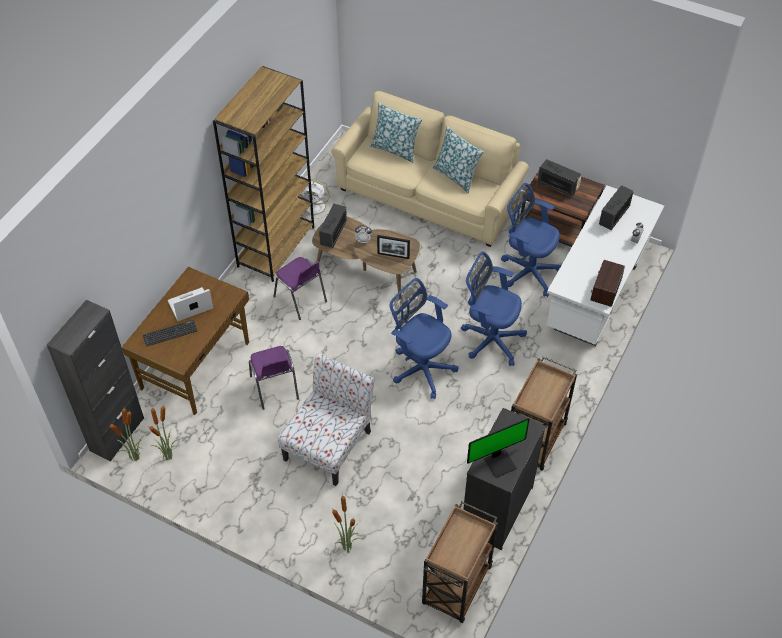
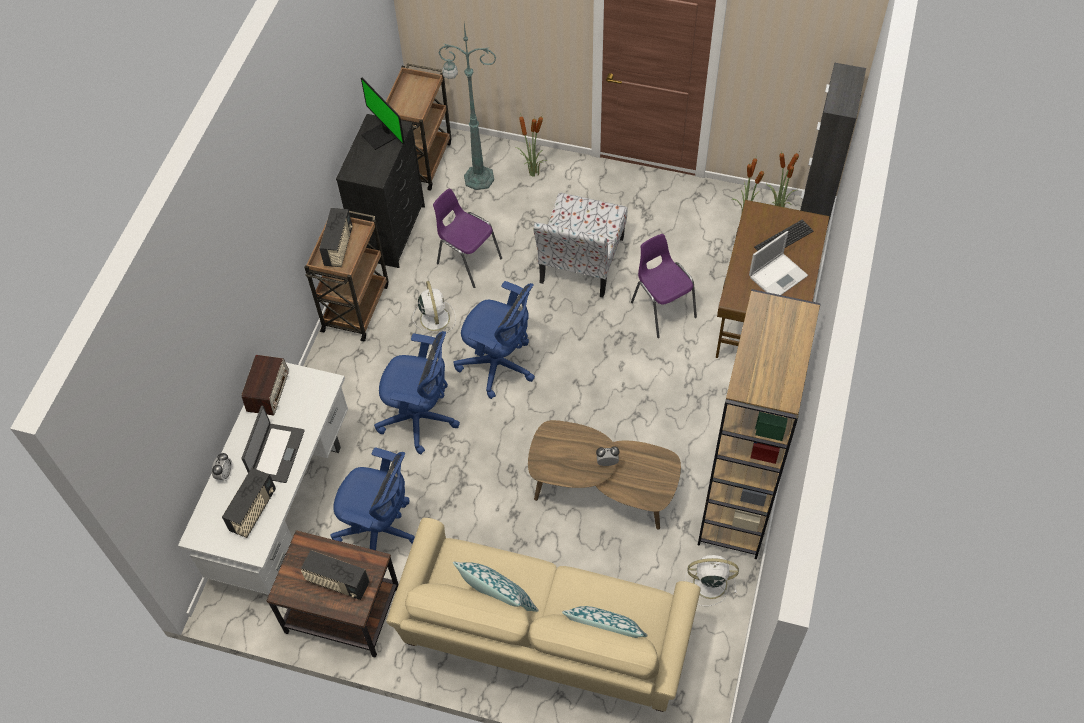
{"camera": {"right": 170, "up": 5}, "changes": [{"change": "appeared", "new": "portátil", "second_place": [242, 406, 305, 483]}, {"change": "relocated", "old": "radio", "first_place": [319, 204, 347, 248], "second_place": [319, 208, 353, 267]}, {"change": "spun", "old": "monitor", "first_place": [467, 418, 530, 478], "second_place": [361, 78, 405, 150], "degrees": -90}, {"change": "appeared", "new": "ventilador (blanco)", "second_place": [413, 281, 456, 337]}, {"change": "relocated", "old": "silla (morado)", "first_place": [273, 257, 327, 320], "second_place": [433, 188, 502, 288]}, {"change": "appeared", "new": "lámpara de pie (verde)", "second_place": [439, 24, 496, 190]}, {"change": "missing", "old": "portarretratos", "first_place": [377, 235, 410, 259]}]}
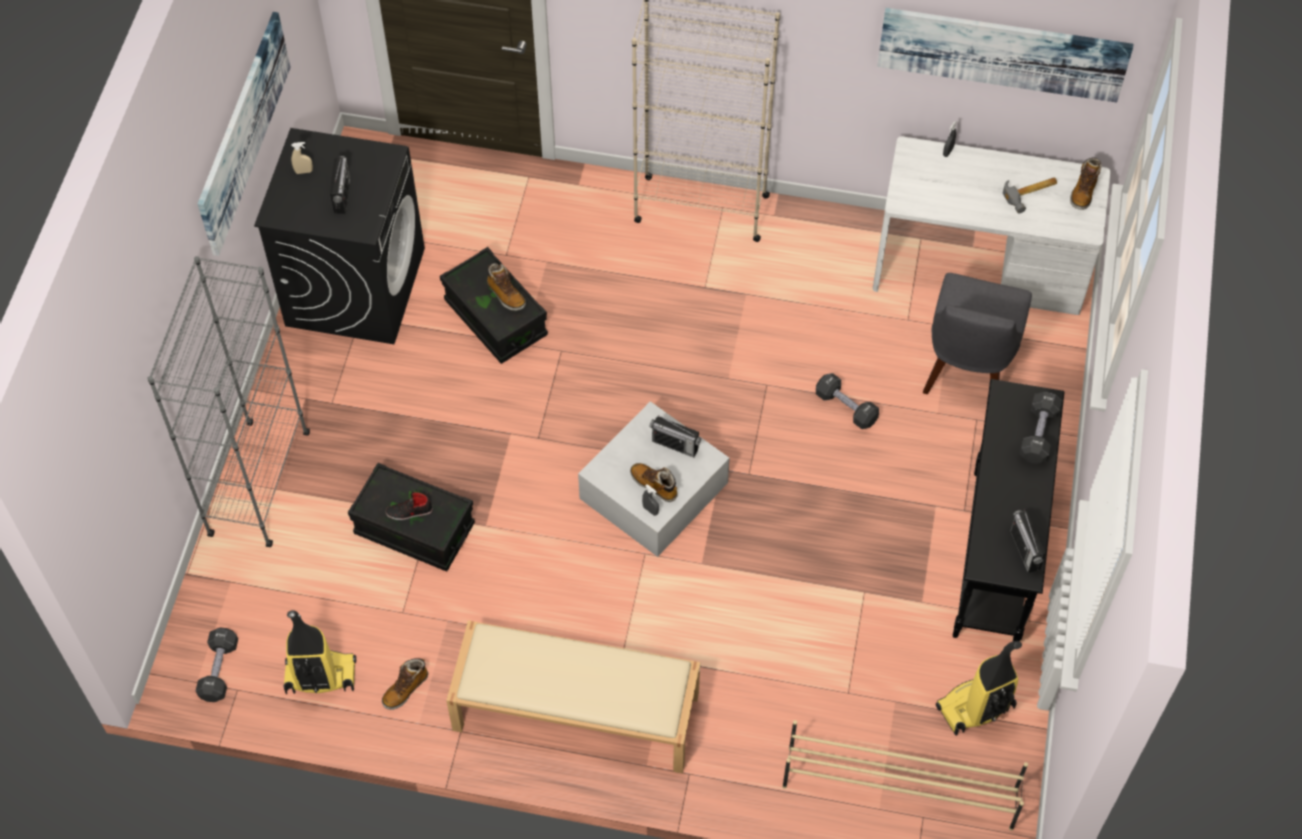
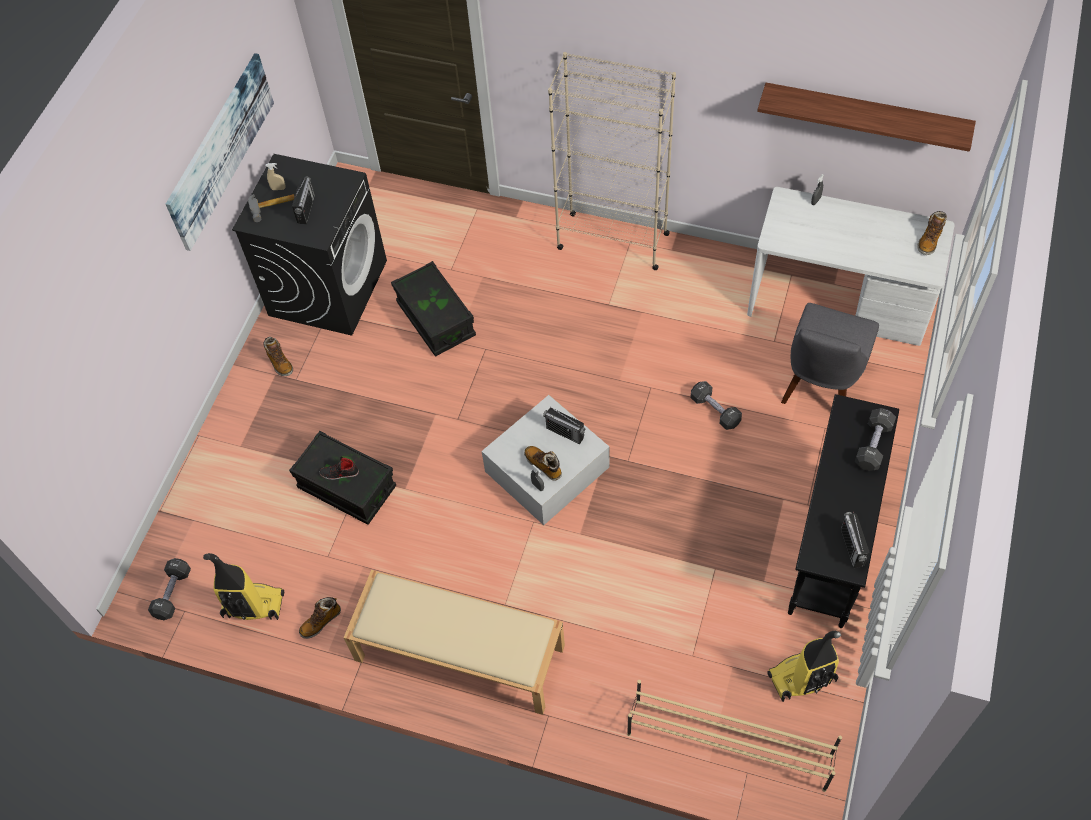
{"camera": {"right": 10, "up": 0}, "changes": [{"change": "relocated", "old": "martillo", "first_place": [1003, 177, 1057, 214], "second_place": [248, 194, 295, 222]}, {"change": "relocated", "old": "bota", "first_place": [487, 263, 526, 311], "second_place": [263, 337, 293, 376]}, {"change": "exchanged", "old": "cuadro", "new": "estante", "first_place": [877, 8, 1133, 103], "second_place": [757, 83, 976, 152]}, {"change": "missing", "old": "estantería (gris)", "first_place": [147, 256, 310, 547]}]}
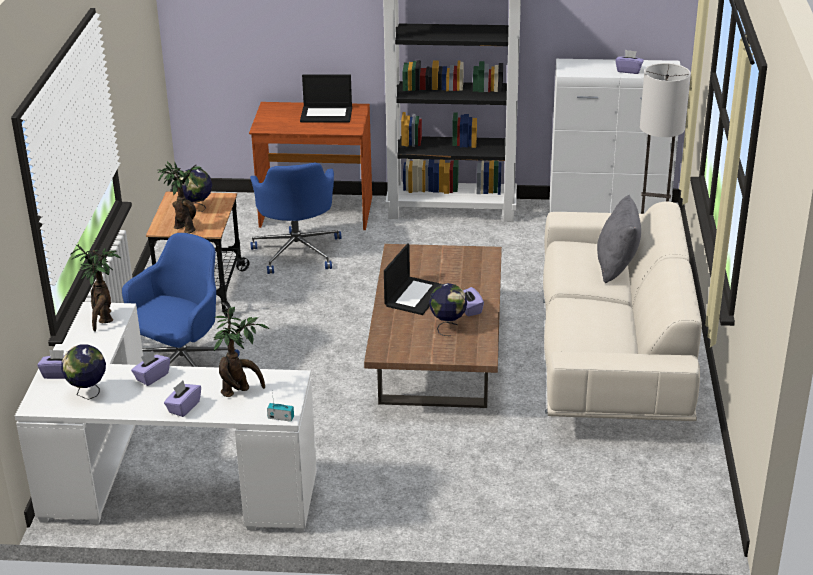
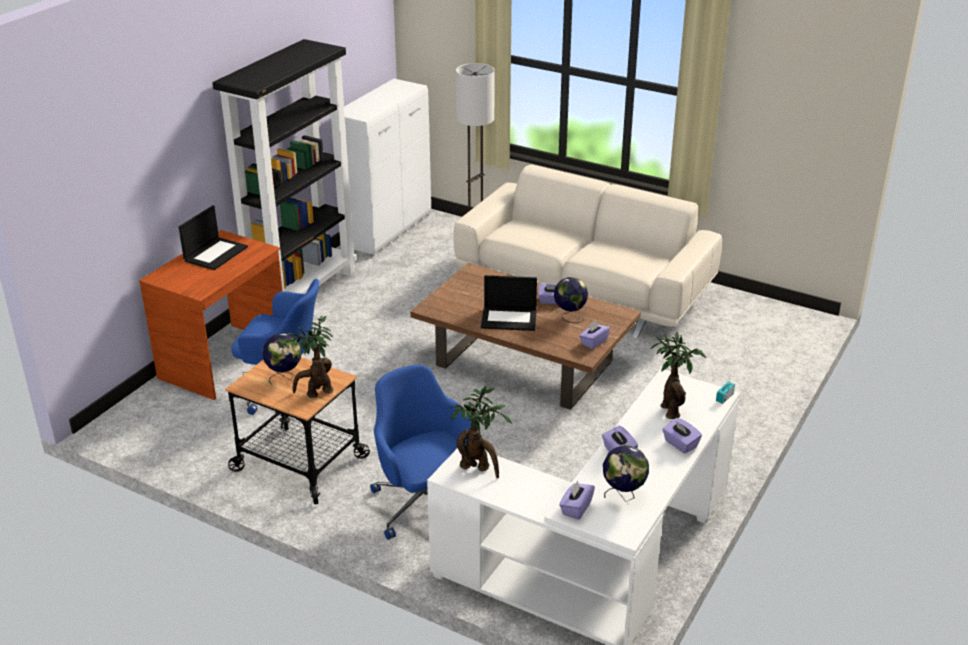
{"camera": {"right": -65, "up": 0}, "changes": [{"change": "spun", "old": "portátil", "first_place": [384, 243, 441, 315], "second_place": [481, 275, 537, 331], "degrees": 135}, {"change": "relocated", "old": "caja de pañuelos (morado)", "first_place": [615, 50, 644, 74], "second_place": [579, 321, 610, 349]}, {"change": "missing", "old": "cojín (gris)", "first_place": [597, 195, 641, 284]}]}
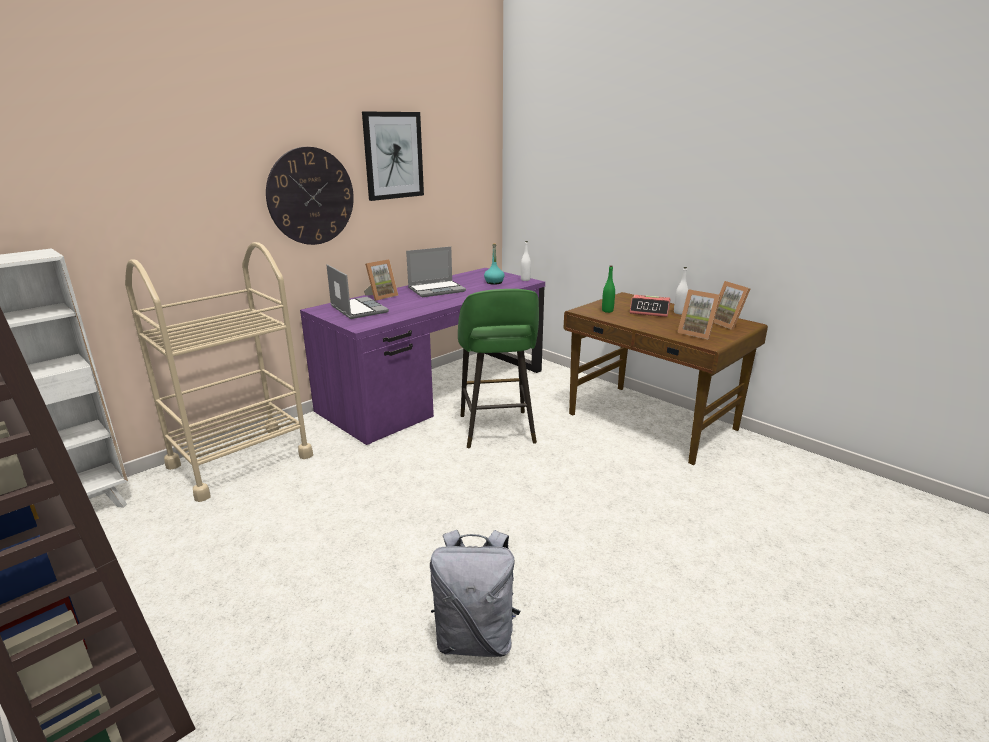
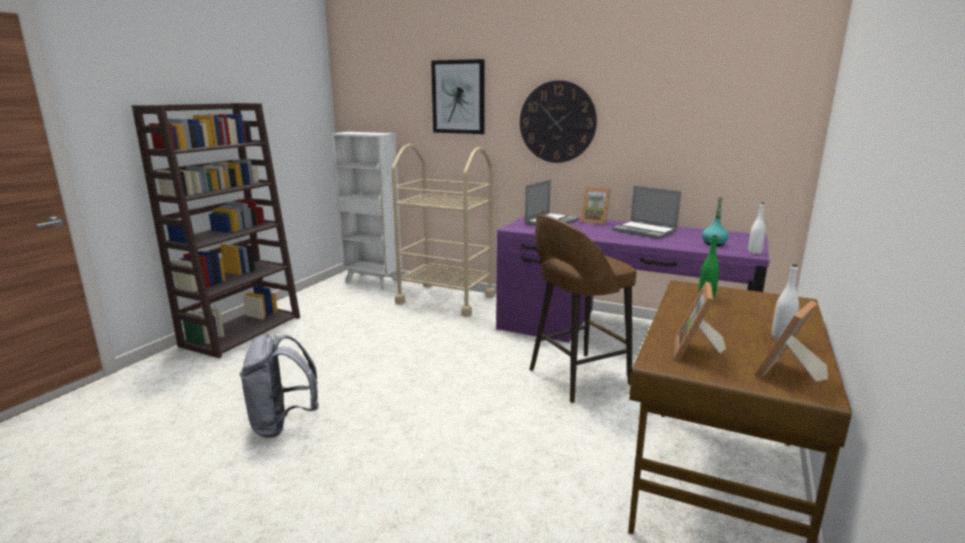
{"camera": {"right": 70, "up": -5}, "changes": [{"change": "relocated", "old": "cuadro", "first_place": [362, 112, 424, 201], "second_place": [431, 59, 485, 134]}, {"change": "colour", "old": "taburete (verde)", "new": "taburete (marrón)", "first_place": [458, 289, 539, 448], "second_place": [529, 215, 636, 403]}, {"change": "missing", "old": "despertador", "first_place": [630, 295, 671, 317]}]}
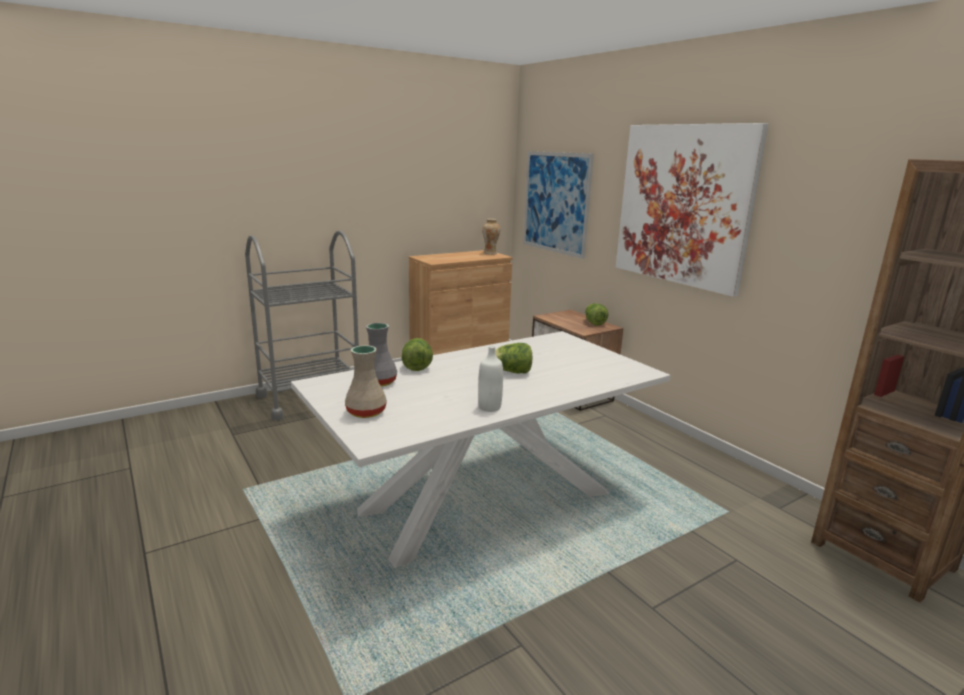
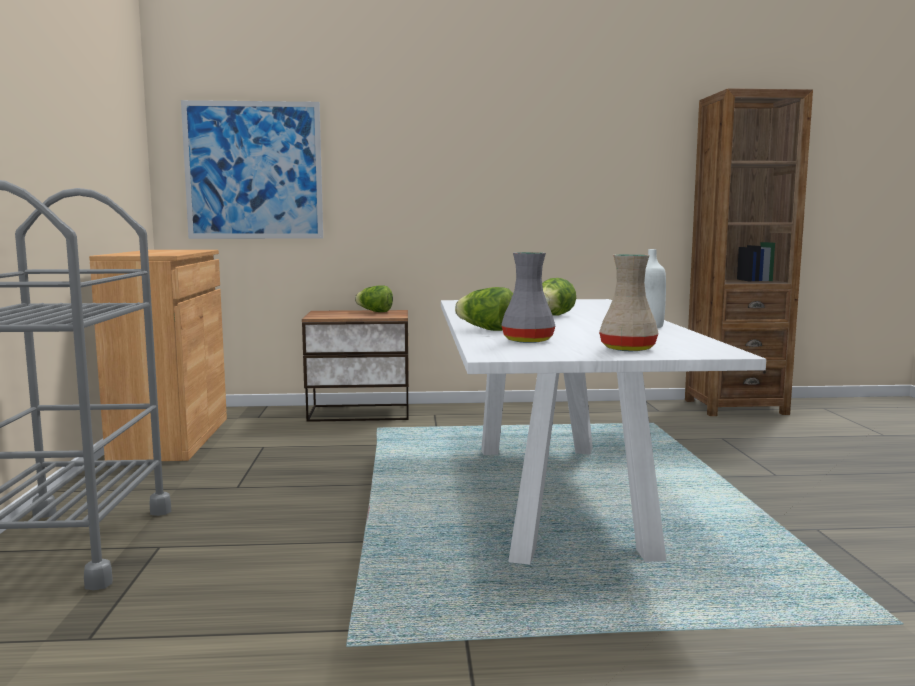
{"camera": {"right": -60, "up": -10}, "changes": [{"change": "missing", "old": "florero", "first_place": [482, 219, 500, 255]}, {"change": "missing", "old": "cuadro", "first_place": [616, 123, 768, 297]}]}
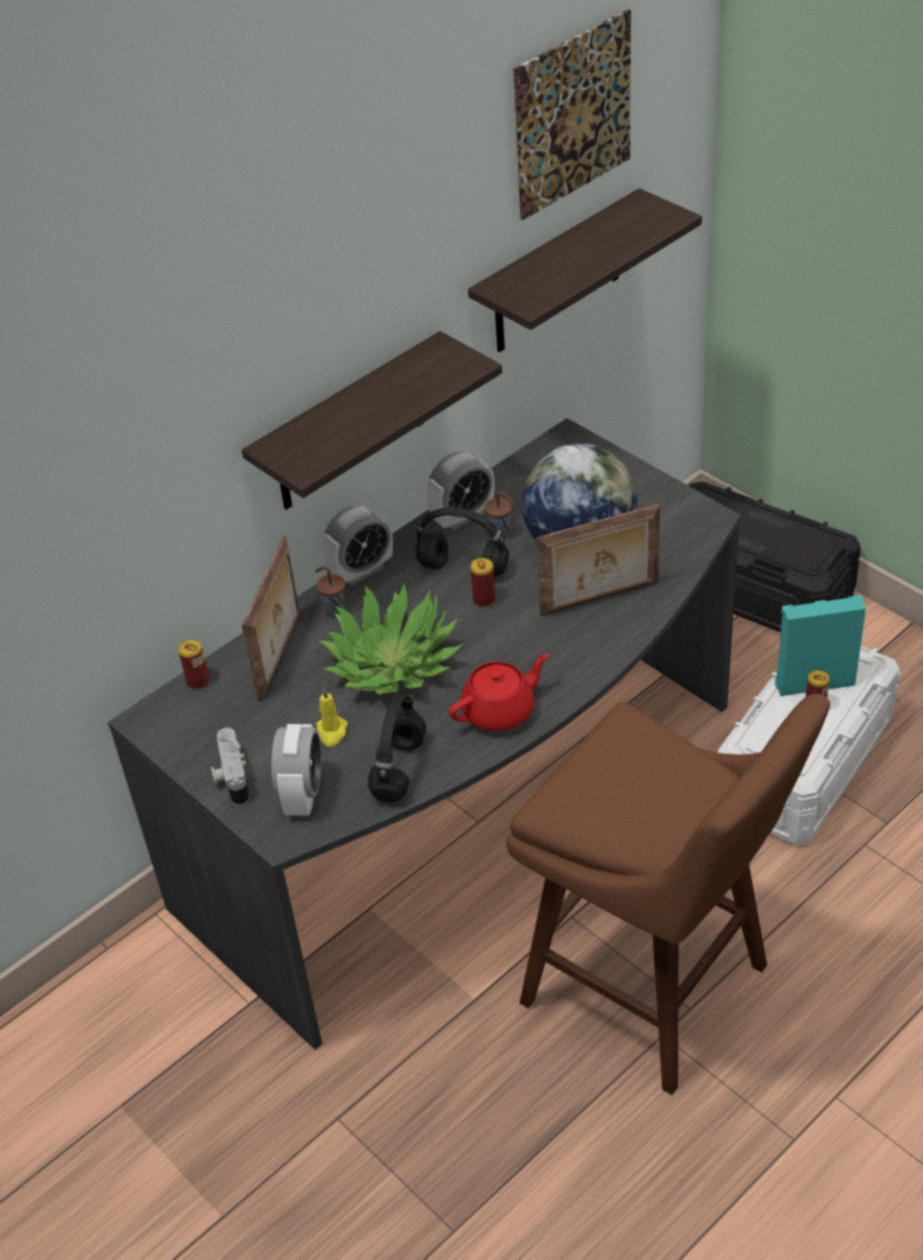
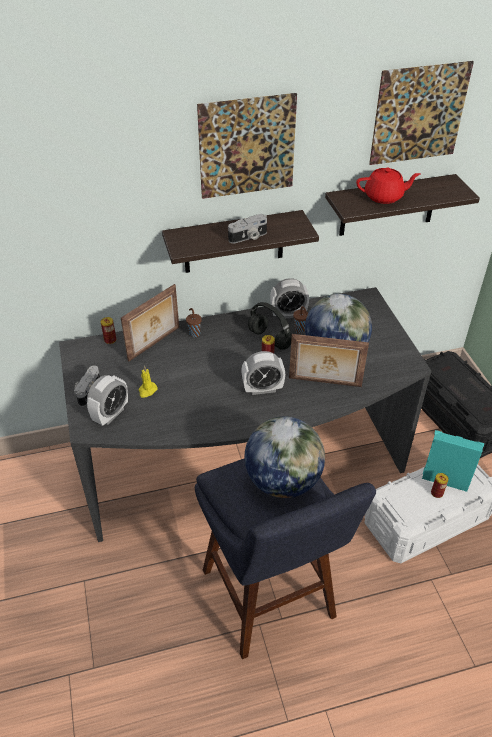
{"camera": {"right": 25, "up": 0}, "changes": [{"change": "colour", "old": "taburete (marrón)", "new": "taburete (azul)", "first_place": [506, 694, 830, 1095], "second_place": [195, 459, 376, 659]}, {"change": "appeared", "new": "cuadro", "second_place": [197, 93, 297, 199]}, {"change": "appeared", "new": "cámara", "second_place": [228, 214, 267, 244]}, {"change": "relocated", "old": "despertador", "first_place": [322, 505, 393, 586], "second_place": [241, 351, 285, 395]}, {"change": "appeared", "new": "globo terráqueo", "second_place": [244, 417, 325, 498]}, {"change": "relocated", "old": "tetera (rojo)", "first_place": [449, 653, 549, 731], "second_place": [356, 168, 420, 204]}, {"change": "missing", "old": "planta en maceta", "first_place": [318, 583, 463, 695]}, {"change": "missing", "old": "auriculares (negro)", "first_place": [368, 694, 426, 803]}]}
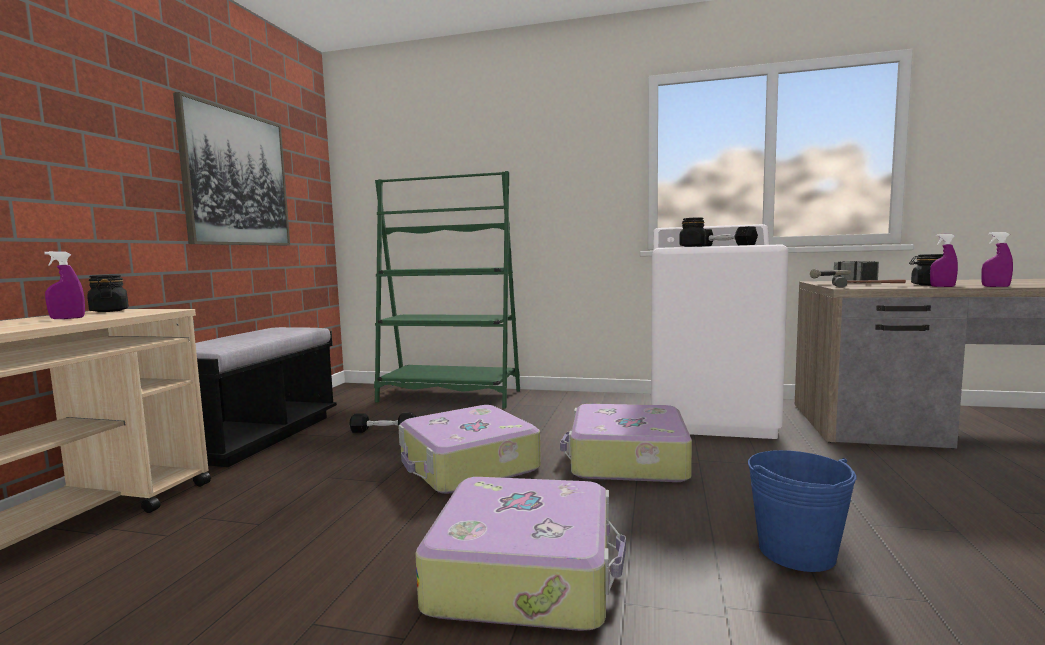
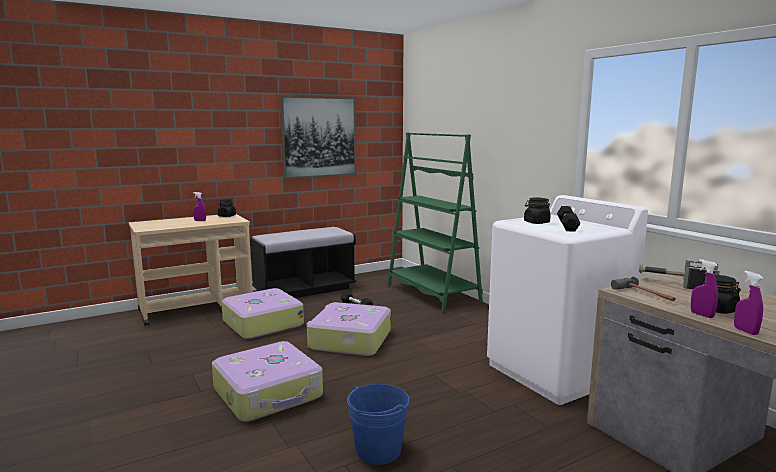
{"camera": {"right": 45, "up": 5}, "changes": [{"change": "relocated", "old": "maleta", "first_place": [560, 404, 692, 482], "second_place": [221, 288, 304, 339]}]}
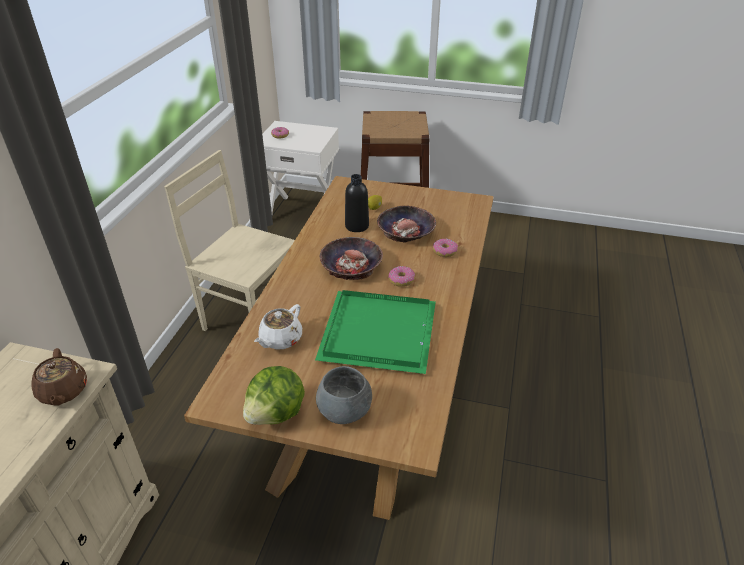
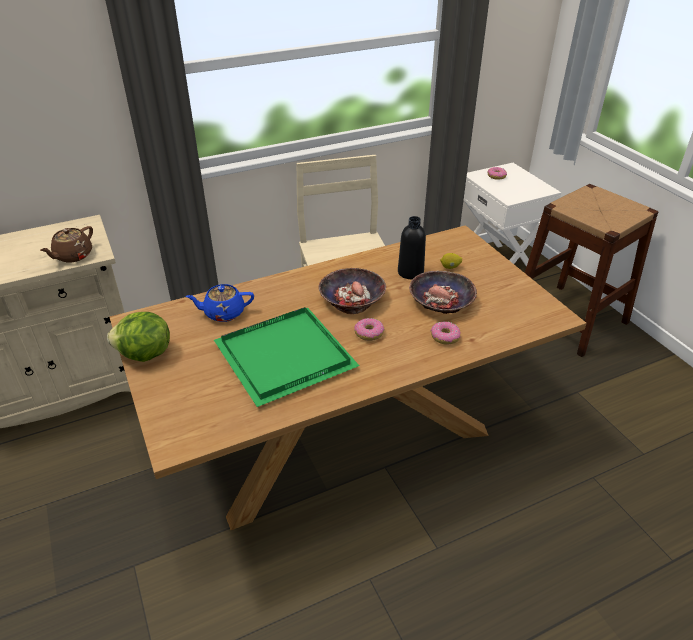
{"camera": {"right": 50, "up": 0}, "changes": [{"change": "colour", "old": "tetera (blanco)", "new": "tetera (azul)", "first_place": [254, 304, 302, 350], "second_place": [185, 284, 254, 322]}, {"change": "missing", "old": "cuenco (gris)", "first_place": [316, 366, 372, 424]}]}
